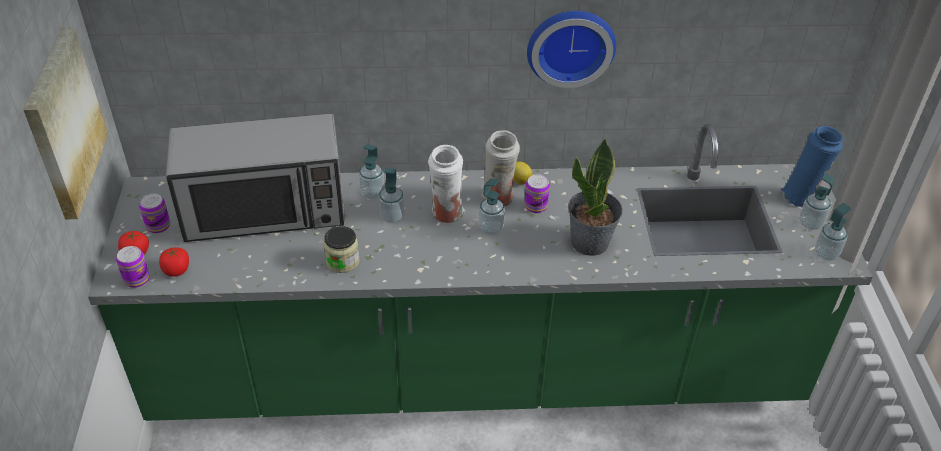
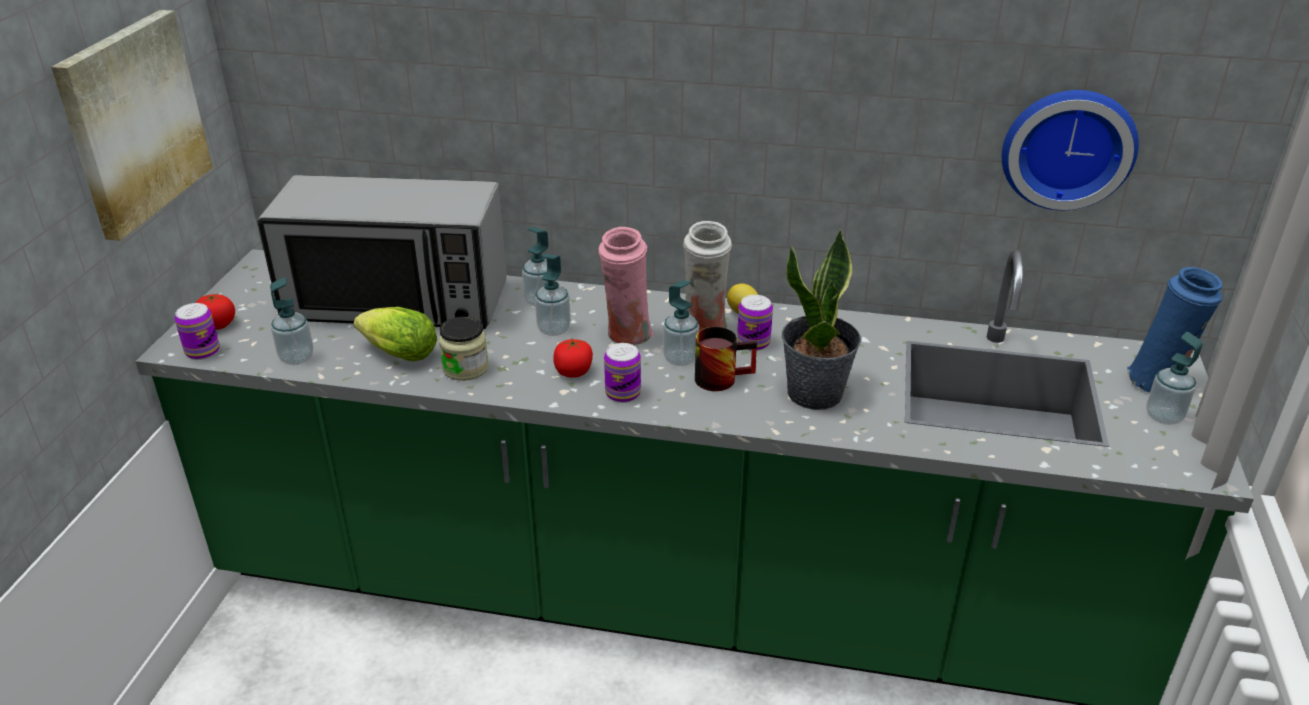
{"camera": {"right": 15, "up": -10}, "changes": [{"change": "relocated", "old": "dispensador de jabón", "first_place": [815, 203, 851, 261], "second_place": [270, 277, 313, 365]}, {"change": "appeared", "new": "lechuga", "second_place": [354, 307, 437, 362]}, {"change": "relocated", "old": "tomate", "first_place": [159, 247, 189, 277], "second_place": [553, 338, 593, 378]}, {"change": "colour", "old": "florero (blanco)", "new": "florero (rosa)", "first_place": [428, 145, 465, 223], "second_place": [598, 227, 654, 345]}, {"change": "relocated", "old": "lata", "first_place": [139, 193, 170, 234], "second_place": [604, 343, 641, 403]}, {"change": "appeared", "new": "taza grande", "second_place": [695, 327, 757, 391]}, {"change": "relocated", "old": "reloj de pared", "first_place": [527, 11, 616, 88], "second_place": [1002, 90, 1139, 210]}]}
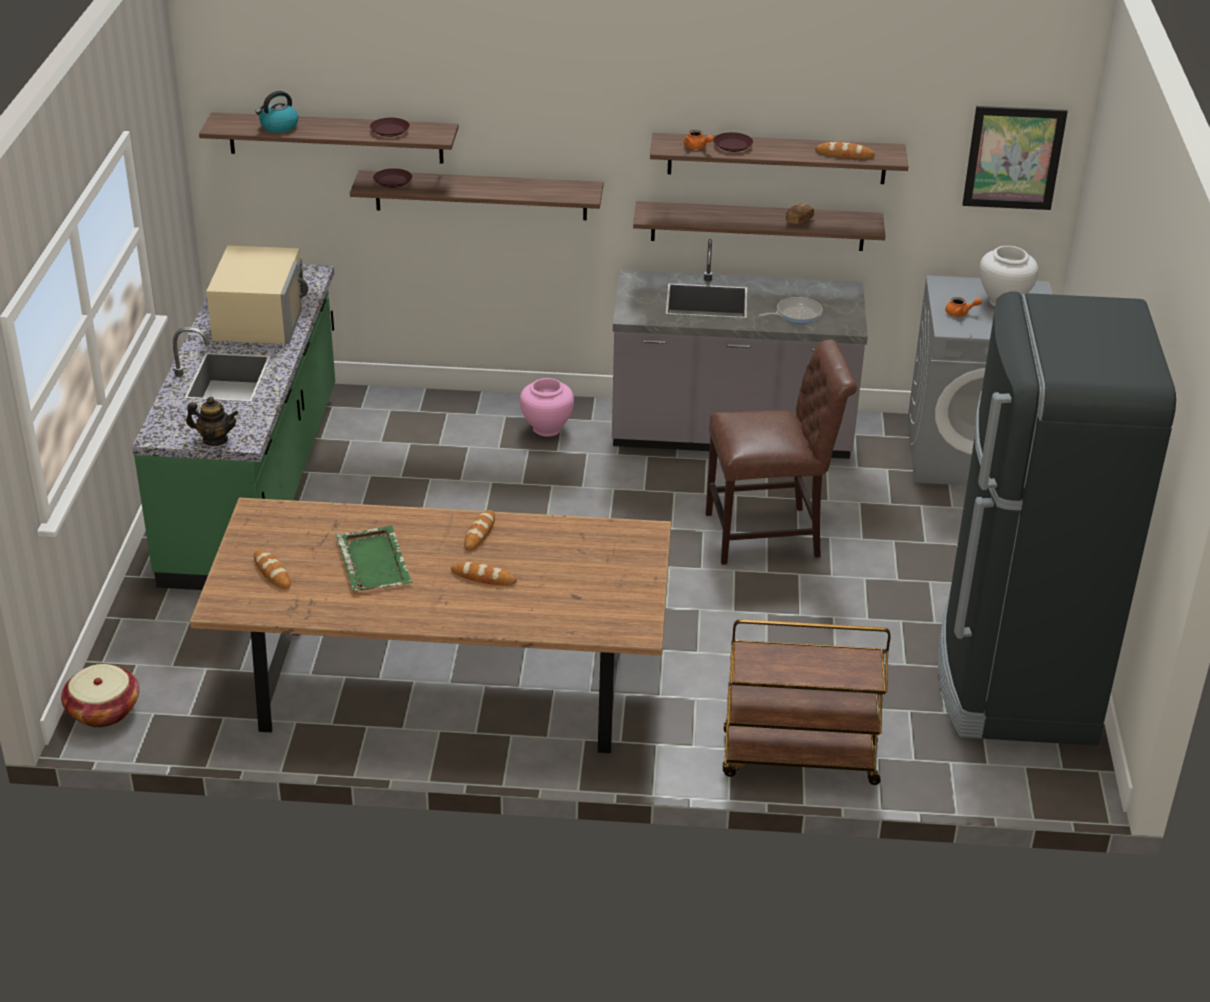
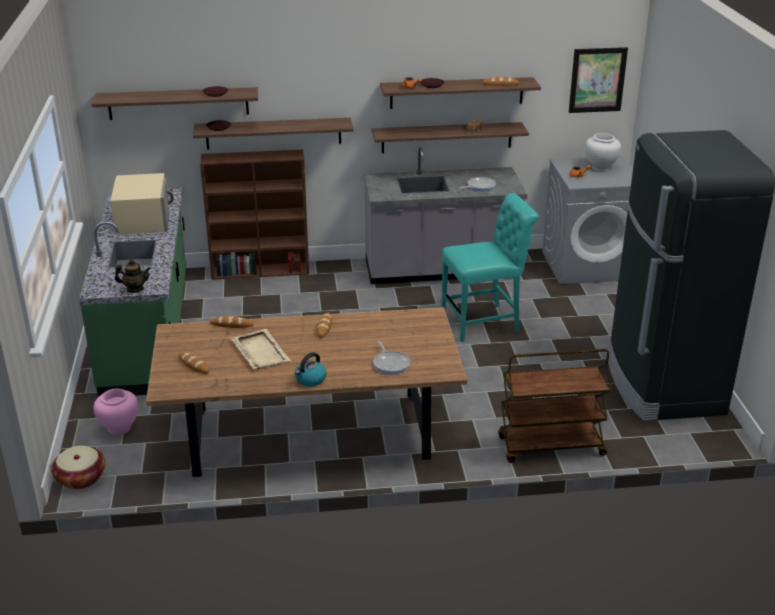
{"camera": {"right": -10, "up": -5}, "changes": [{"change": "relocated", "old": "florero (rosa)", "first_place": [520, 378, 574, 437], "second_place": [94, 389, 138, 435]}, {"change": "appeared", "new": "estantería (marrón)", "second_place": [200, 150, 309, 280]}, {"change": "relocated", "old": "pan", "first_place": [451, 562, 517, 585], "second_place": [210, 316, 254, 328]}, {"change": "colour", "old": "bandeja (verde)", "new": "bandeja (beis)", "first_place": [335, 526, 413, 591], "second_place": [231, 329, 291, 369]}, {"change": "relocated", "old": "hervidor", "first_place": [255, 91, 299, 133], "second_place": [295, 352, 327, 386]}, {"change": "appeared", "new": "sartén", "second_place": [373, 341, 410, 374]}, {"change": "colour", "old": "silla (marrón)", "new": "silla (turquesa)", "first_place": [706, 339, 857, 565], "second_place": [441, 193, 539, 342]}]}
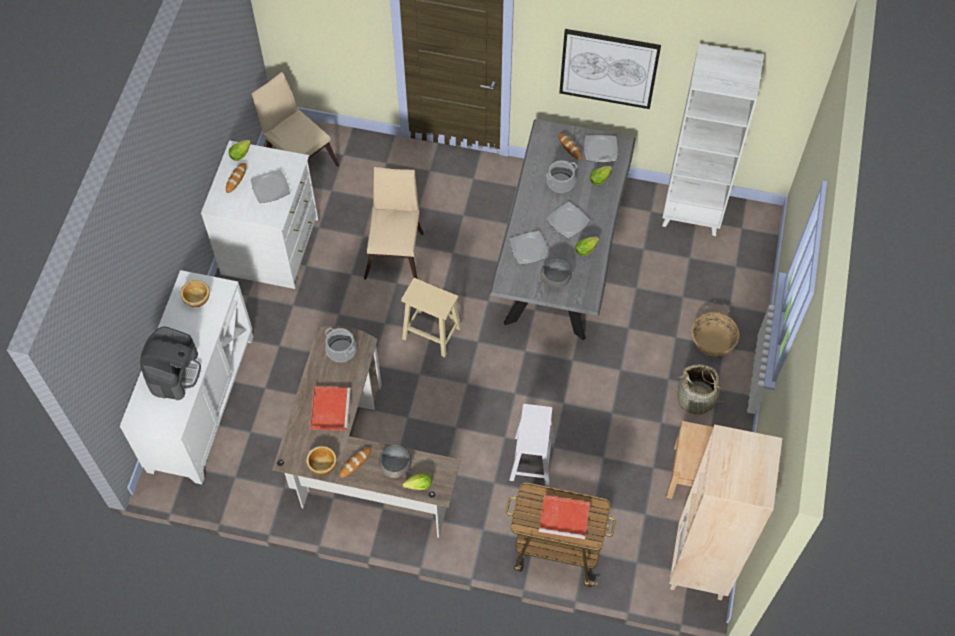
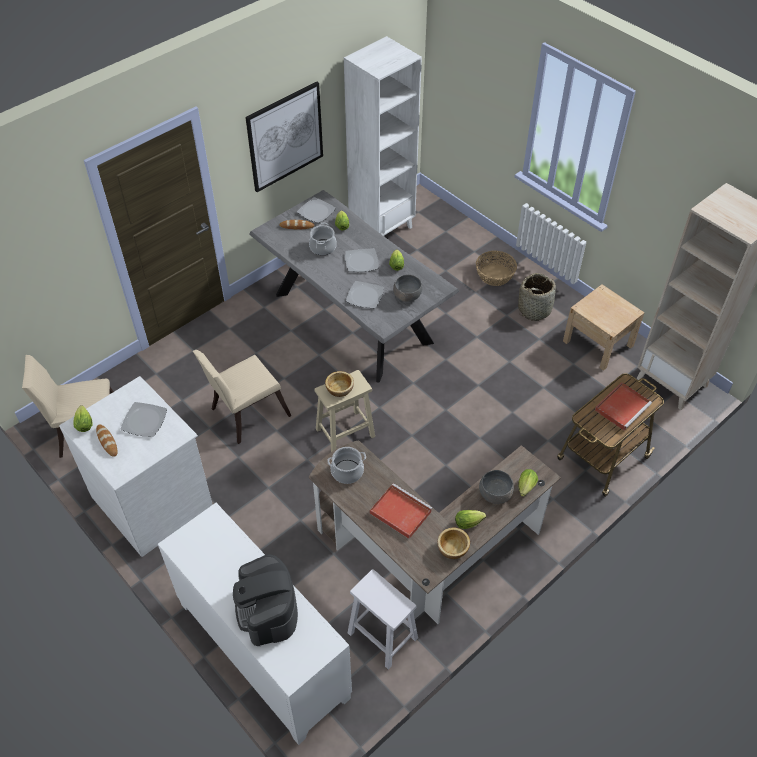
{"camera": {"right": -55, "up": -10}, "changes": [{"change": "spun", "old": "silla (beis)", "first_place": [364, 167, 424, 279], "second_place": [193, 350, 291, 444], "degrees": -75}, {"change": "spun", "old": "cafetera", "first_place": [140, 327, 201, 400], "second_place": [233, 554, 298, 646], "degrees": -150}, {"change": "relocated", "old": "cuenco", "first_place": [181, 280, 210, 307], "second_place": [325, 371, 354, 397]}, {"change": "relocated", "old": "taburete (blanco)", "first_place": [509, 404, 555, 486], "second_place": [348, 569, 418, 670]}, {"change": "exchanged", "old": "pan", "new": "lechuga", "first_place": [339, 448, 371, 478], "second_place": [455, 510, 486, 529]}]}
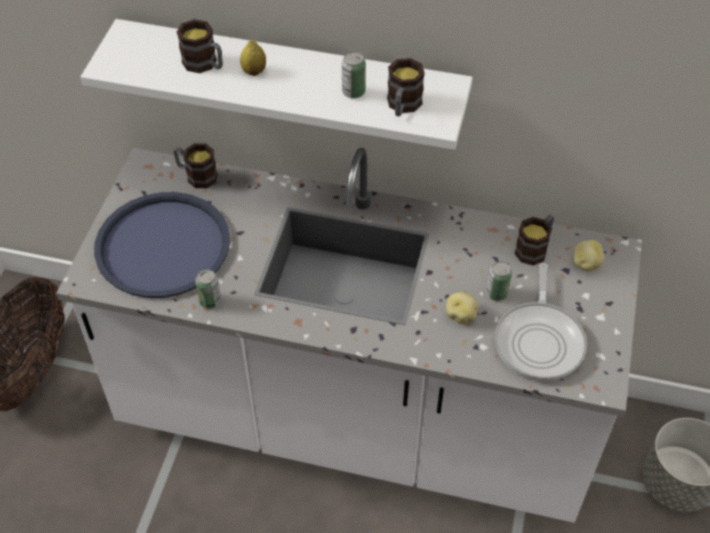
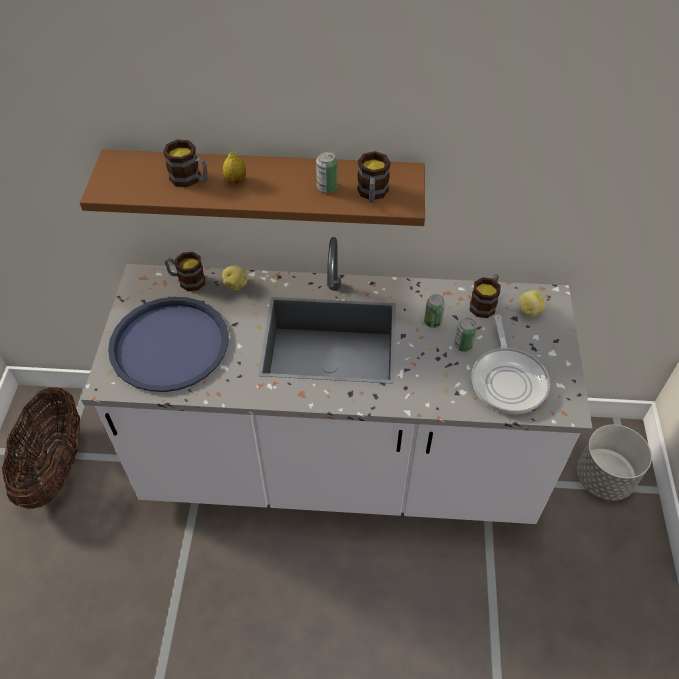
{"camera": {"right": -10, "up": 0}, "changes": [{"change": "colour", "old": "estante (blanco)", "new": "estante (marrón)", "first_place": [81, 19, 473, 150], "second_place": [80, 149, 425, 226]}, {"change": "relocated", "old": "patata", "first_place": [446, 292, 478, 323], "second_place": [222, 266, 247, 290]}, {"change": "relocated", "old": "lata", "first_place": [195, 269, 221, 309], "second_place": [424, 294, 445, 328]}]}
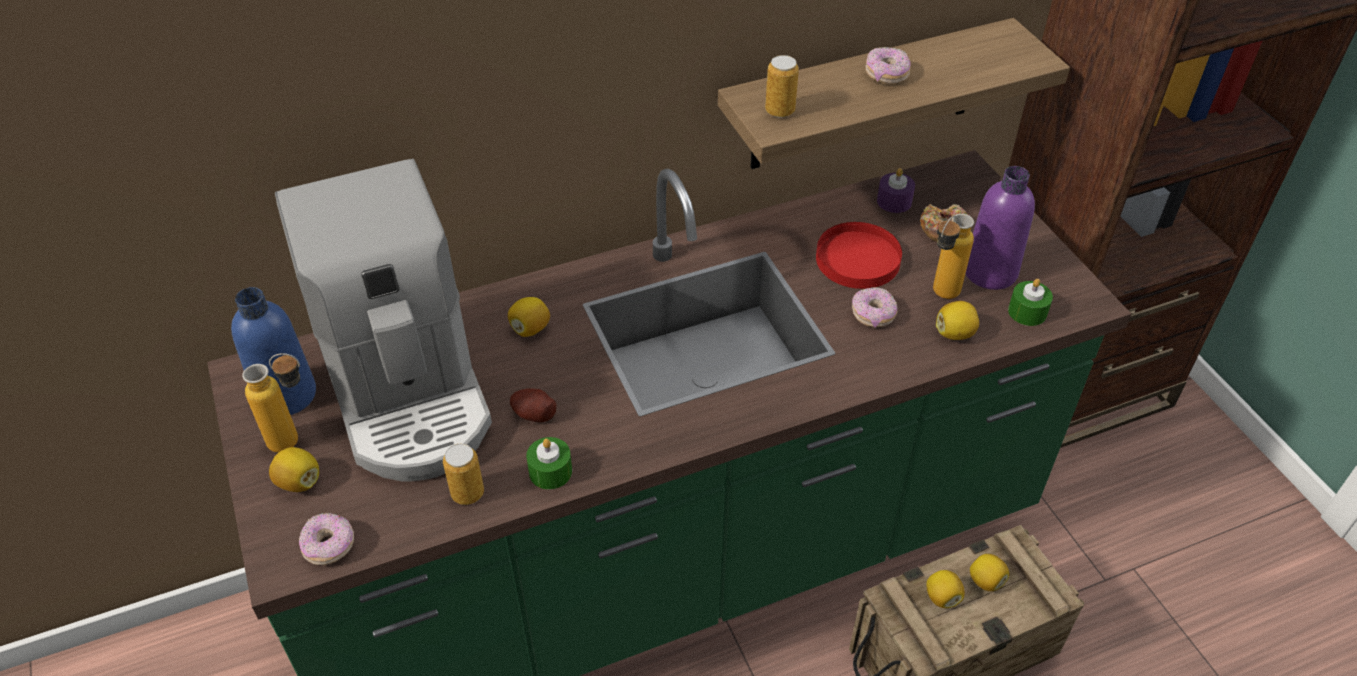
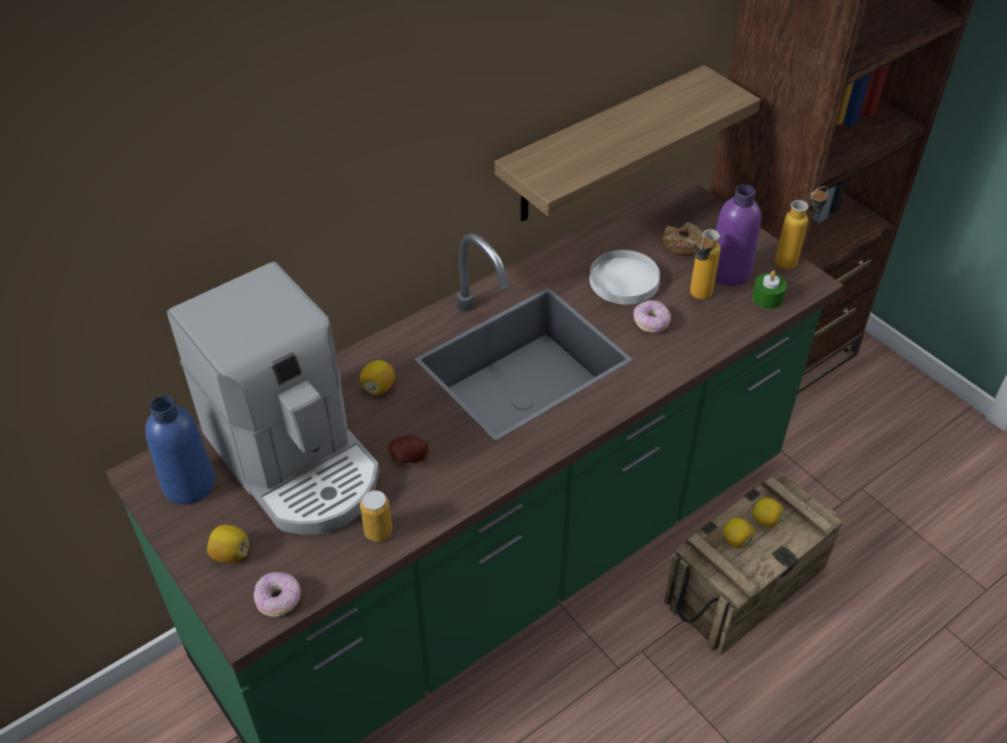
{"camera": {"right": -15, "up": 0}, "changes": [{"change": "colour", "old": "plato (rojo)", "new": "plato (blanco)", "first_place": [816, 222, 902, 289], "second_place": [589, 250, 660, 305]}, {"change": "relocated", "old": "botella", "first_place": [242, 353, 300, 453], "second_place": [775, 186, 829, 270]}, {"change": "missing", "old": "vela (verde)", "first_place": [526, 437, 572, 489]}, {"change": "missing", "old": "lata", "first_place": [765, 55, 799, 118]}, {"change": "missing", "old": "rosquilla", "first_place": [866, 47, 911, 84]}, {"change": "missing", "old": "vela (morado)", "first_place": [877, 168, 915, 213]}, {"change": "missing", "old": "limón", "first_place": [936, 301, 979, 340]}]}
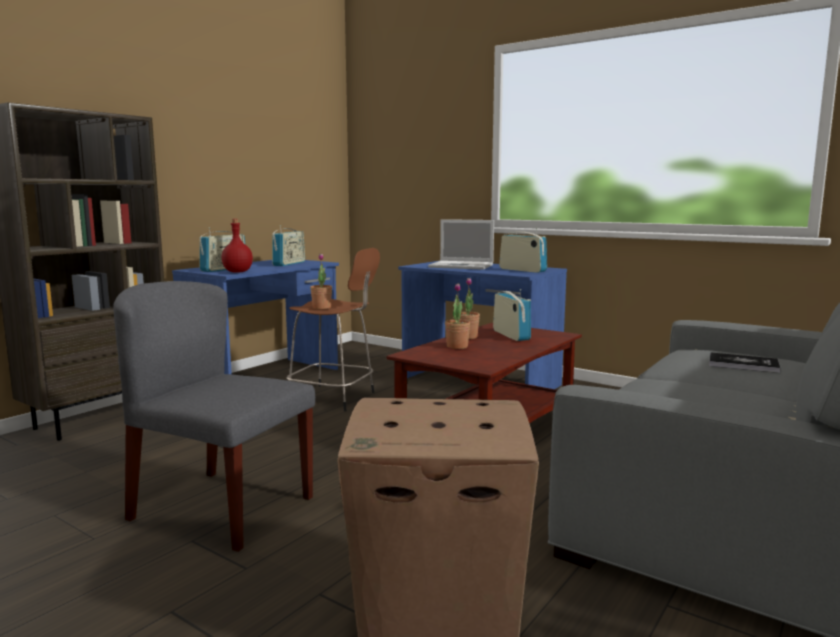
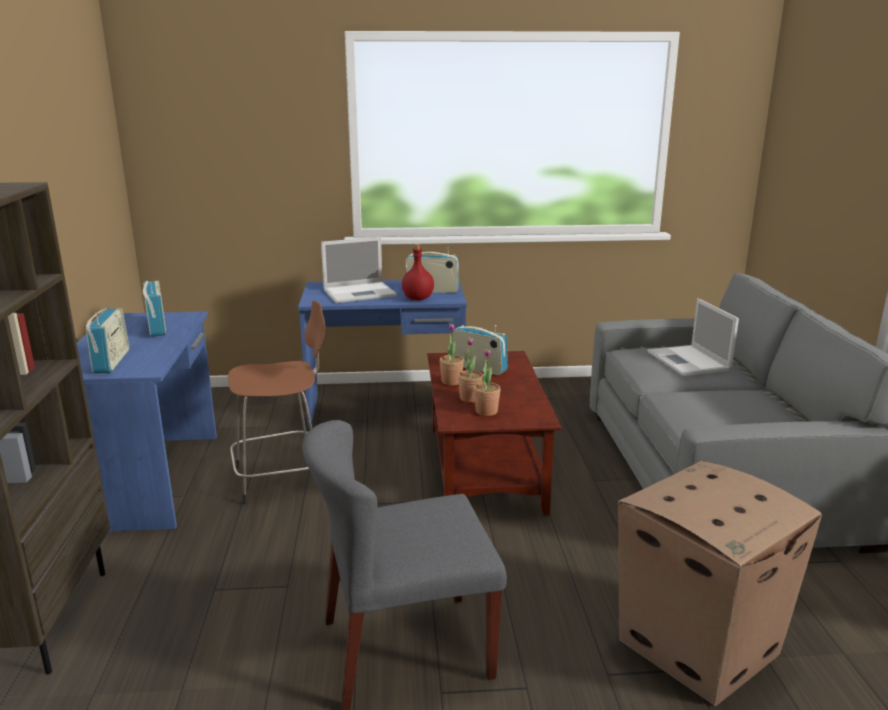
{"camera": {"right": -40, "up": 10}, "changes": [{"change": "relocated", "old": "botella (rojo)", "first_place": [221, 219, 253, 273], "second_place": [402, 244, 434, 301]}, {"change": "relocated", "old": "planta en maceta", "first_place": [310, 254, 332, 309], "second_place": [474, 349, 501, 416]}, {"change": "exchanged", "old": "libro", "new": "portátil", "first_place": [709, 352, 781, 373], "second_place": [648, 298, 739, 376]}]}
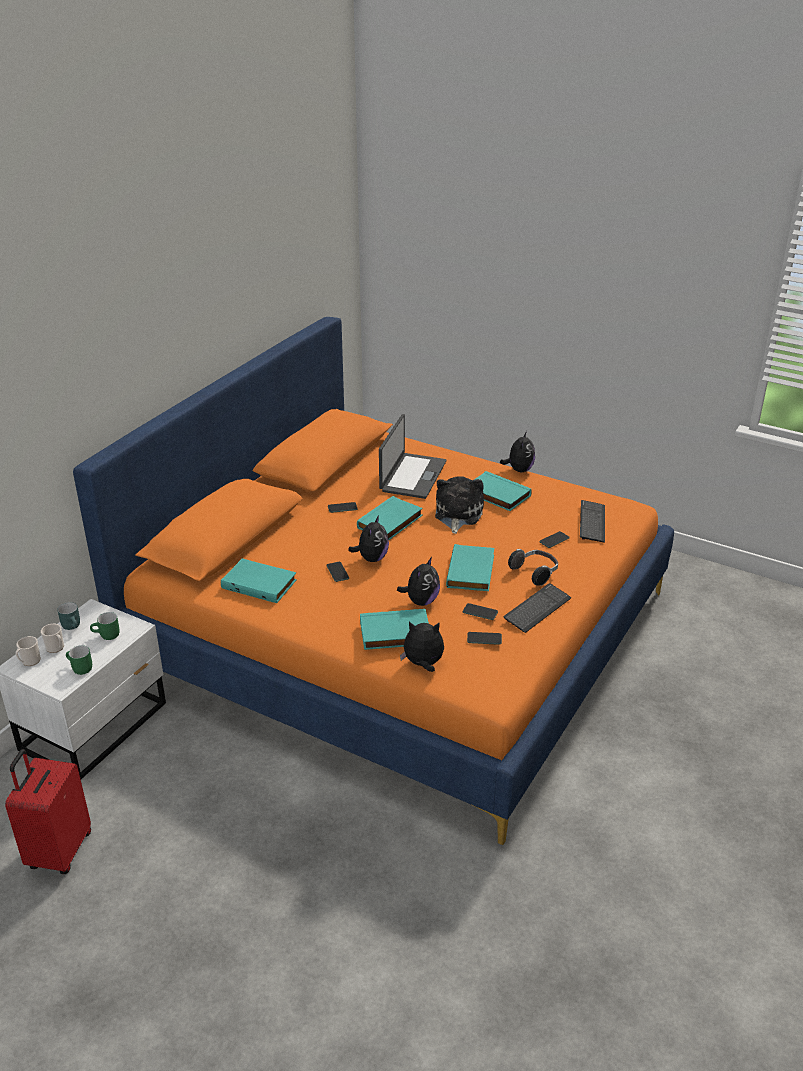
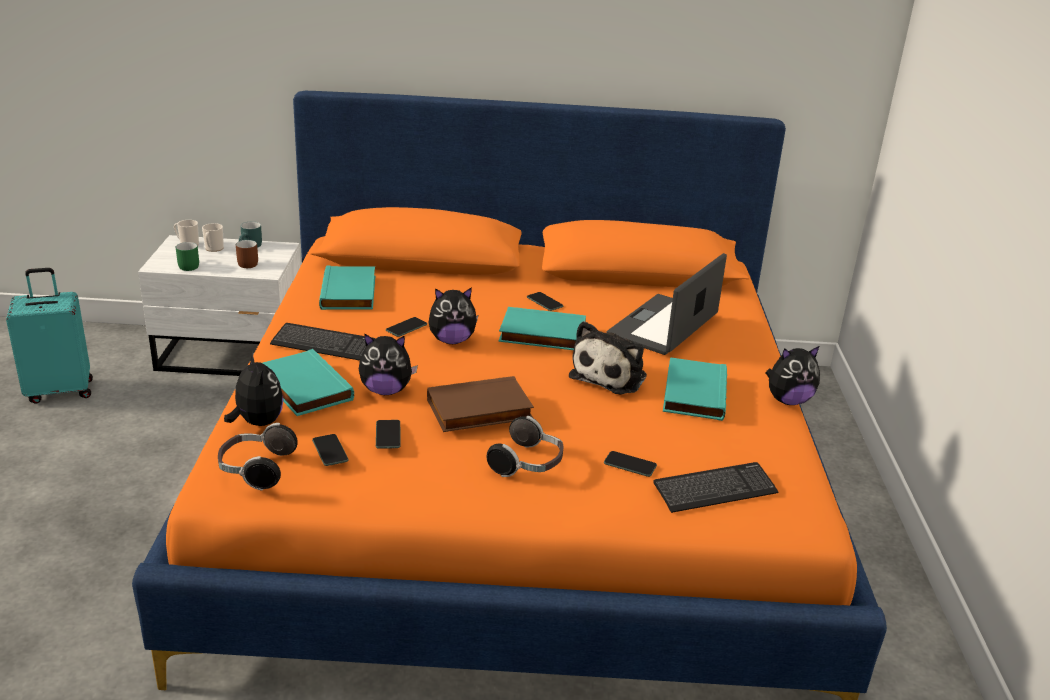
{"camera": {"right": 60, "up": -5}, "changes": [{"change": "colour", "old": "maleta (rojo)", "new": "maleta (turquesa)", "first_place": [5, 749, 91, 874], "second_place": [6, 268, 93, 404]}, {"change": "appeared", "new": "auriculares", "second_place": [218, 423, 298, 491]}, {"change": "colour", "old": "taza grande (verde)", "new": "taza grande (marrón)", "first_place": [90, 612, 119, 640], "second_place": [236, 240, 258, 268]}, {"change": "relocated", "old": "teclado", "first_place": [504, 583, 571, 633], "second_place": [270, 323, 376, 361]}, {"change": "colour", "old": "libro (turquesa)", "new": "libro (marrón)", "first_place": [446, 544, 494, 591], "second_place": [427, 376, 534, 432]}, {"change": "spun", "old": "peluche", "first_place": [435, 476, 484, 534], "second_place": [569, 321, 647, 395], "degrees": 135}, {"change": "spun", "old": "portátil", "first_place": [379, 414, 446, 499], "second_place": [606, 253, 727, 355], "degrees": 135}]}
